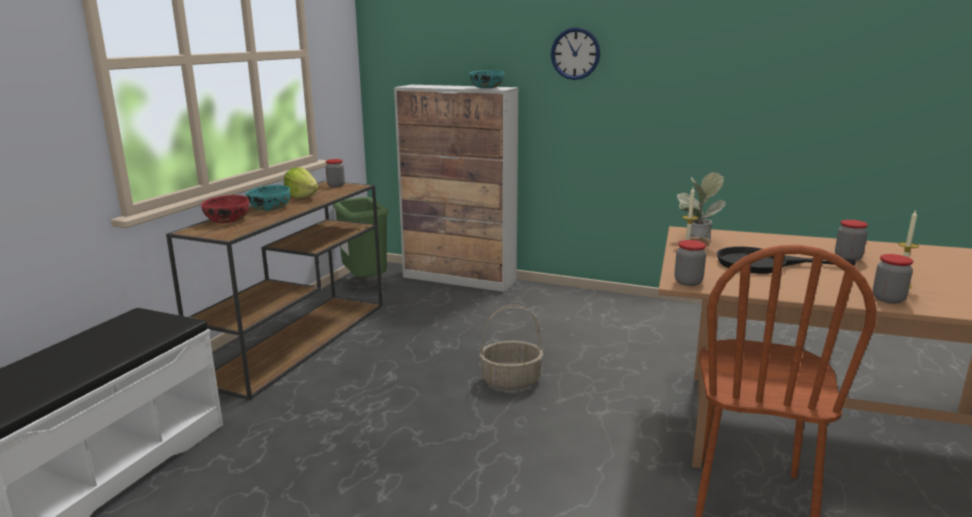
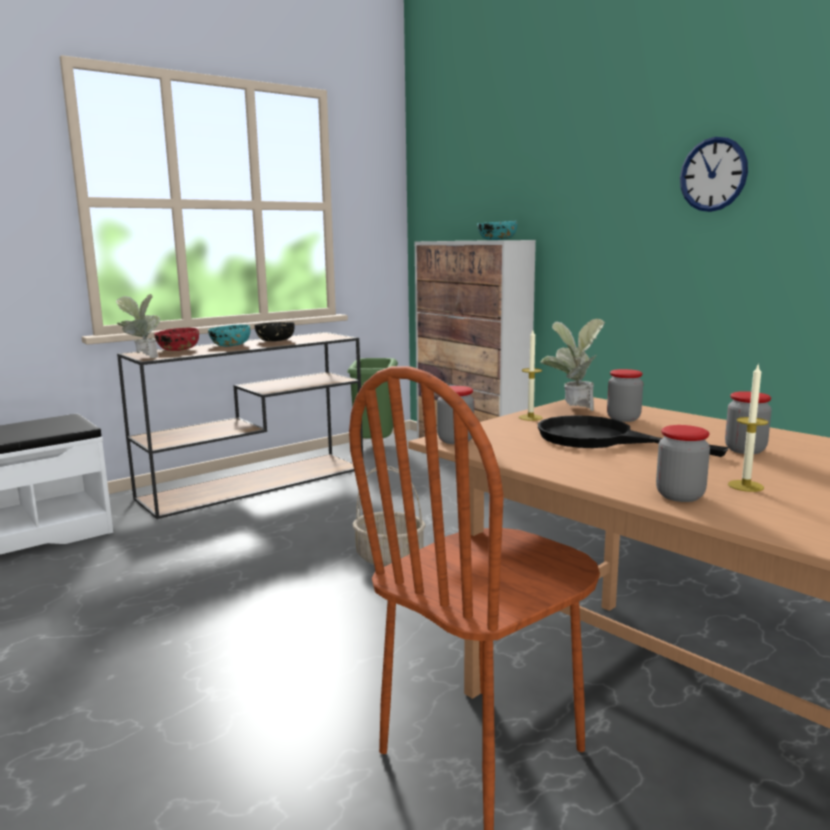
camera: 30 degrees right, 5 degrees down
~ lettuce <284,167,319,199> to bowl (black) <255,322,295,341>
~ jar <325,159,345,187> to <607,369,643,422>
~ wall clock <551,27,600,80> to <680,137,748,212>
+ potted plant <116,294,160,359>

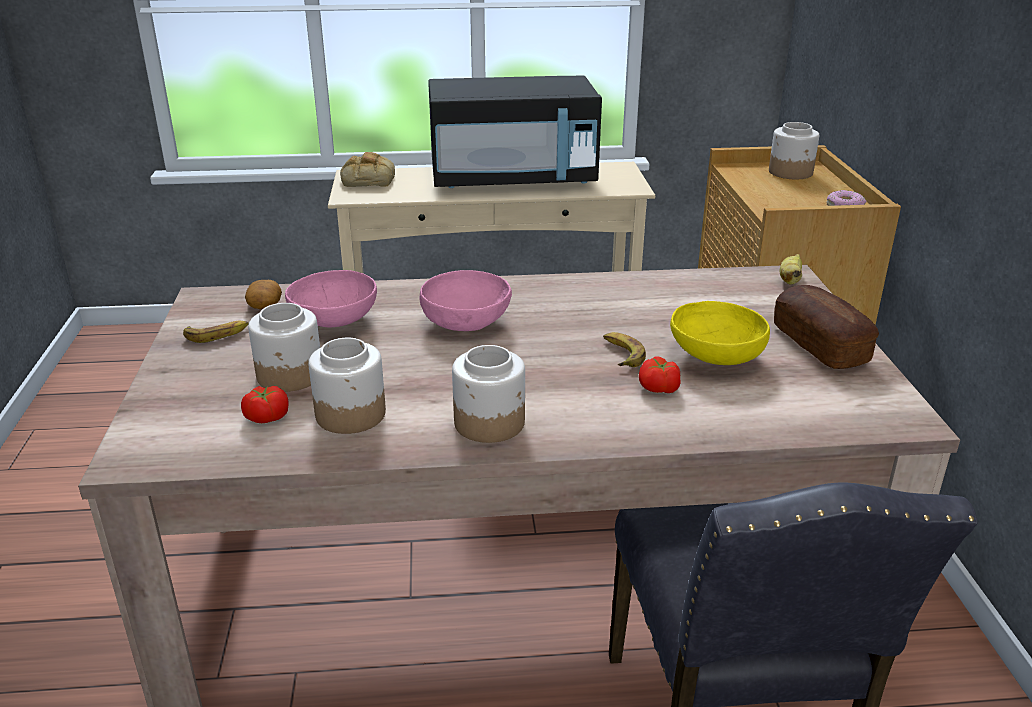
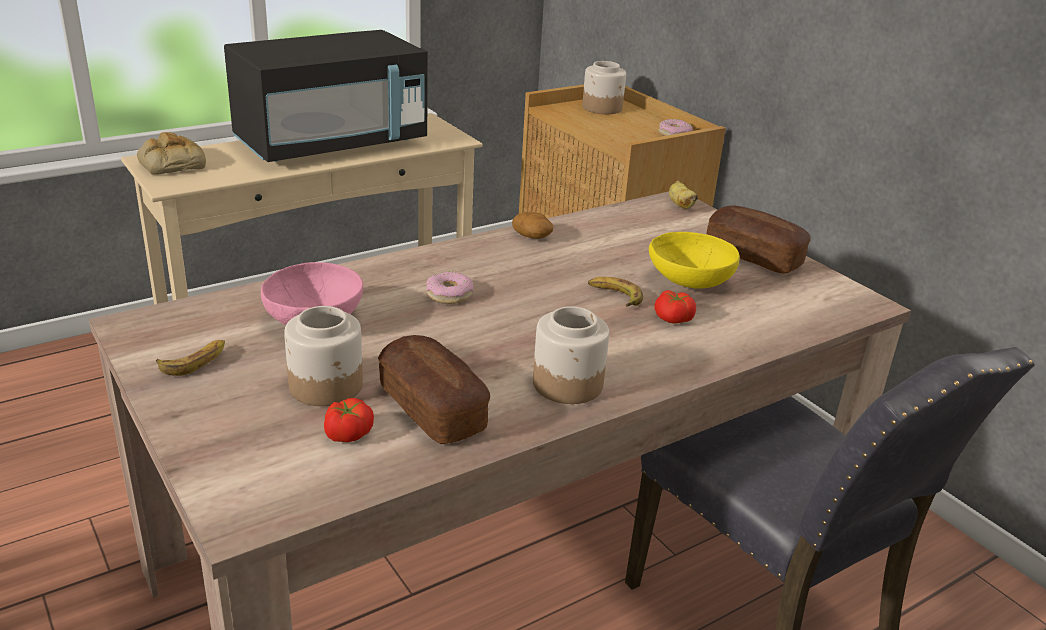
camera: 30 degrees left, 0 degrees up
~ potato <245,280,282,309> to <512,211,553,239>
~ jar <309,338,386,434> to bread <378,335,490,444>
~ bowl (pink) <420,270,512,331> to donut <426,271,473,304>

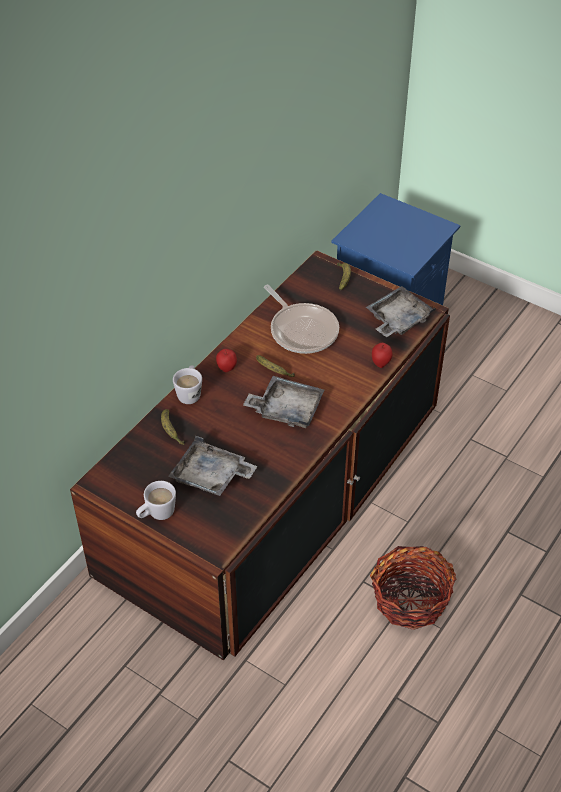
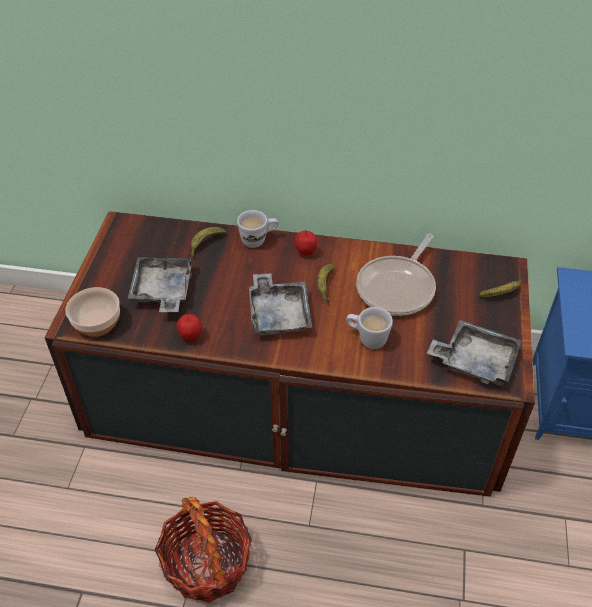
camera: 65 degrees right, 0 degrees up
~ mug (white) <136,481,176,520> to <346,307,393,349>
~ apple <372,343,392,368> to <176,314,202,341>
+ bowl <65,287,120,337>

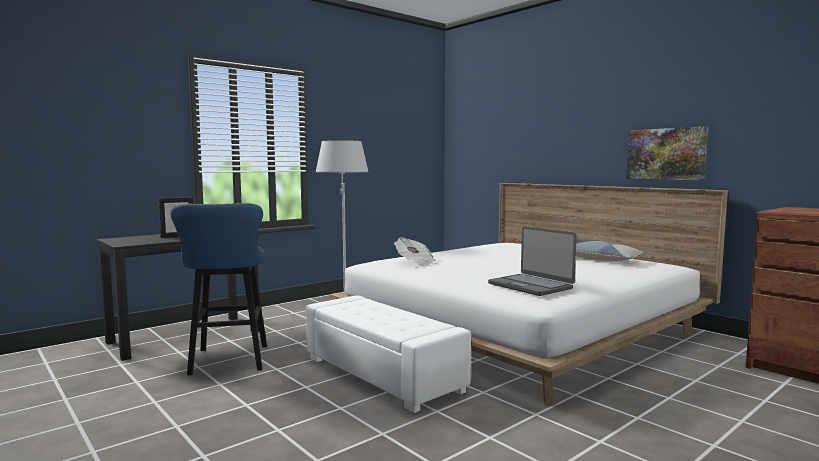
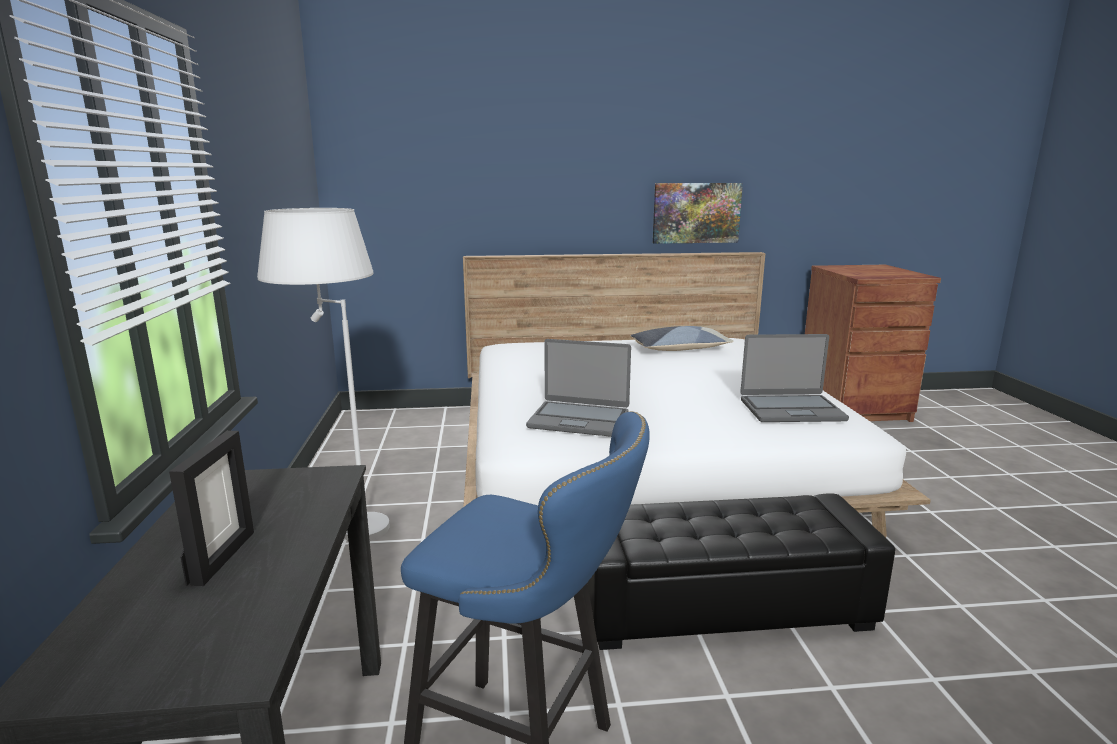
camera: 55 degrees left, 10 degrees up
~ ottoman (white) <306,296,471,413> to ottoman (black) <588,494,895,650>
~ newspaper <394,237,436,267> to laptop <526,339,631,437>

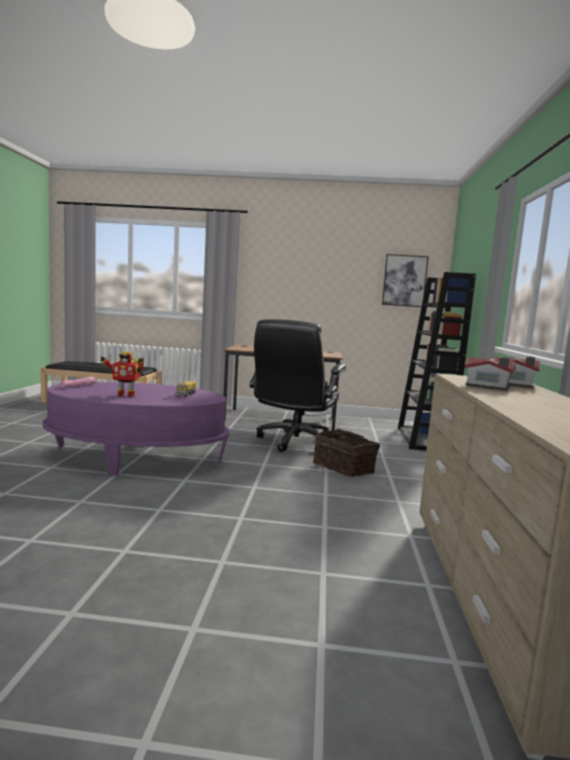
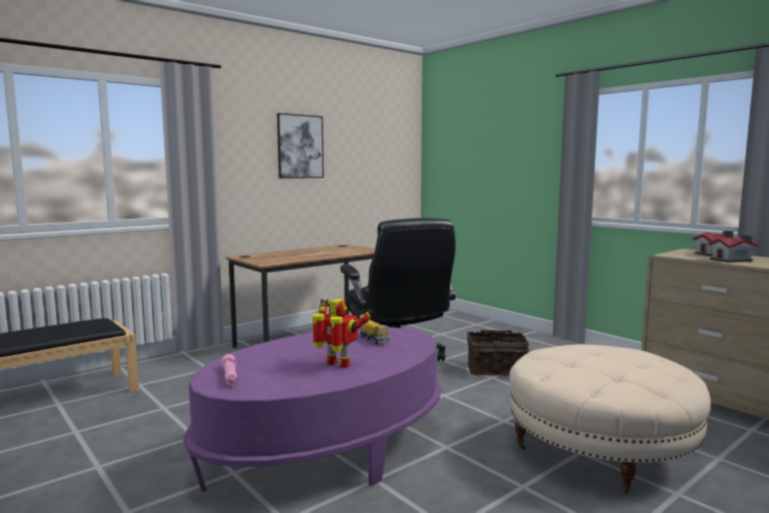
camera: 45 degrees left, 0 degrees up
~ toy robot <100,351,144,397> = <312,299,374,367> 105 degrees counterclockwise
~ picture <382,254,429,307> to <277,113,324,178>
- bookcase (black) <398,272,476,450>
+ ottoman (beige) <509,344,711,495>

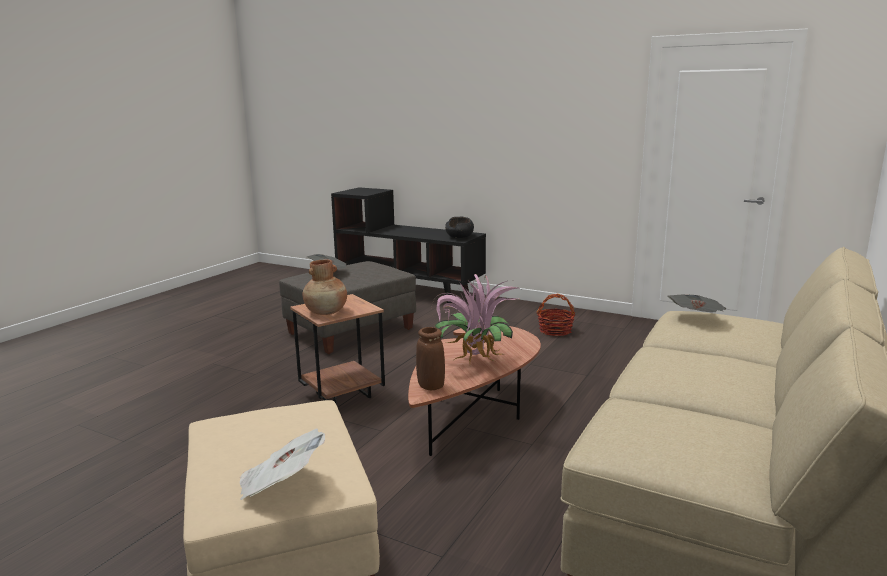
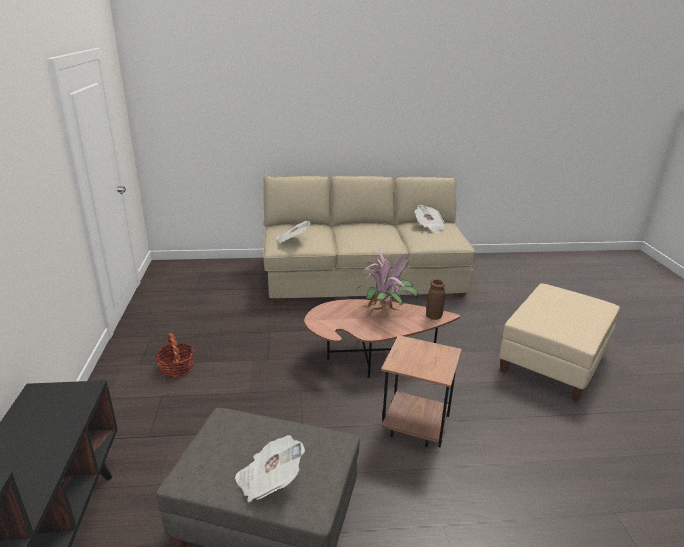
camera: 125 degrees left, 10 degrees up
~ newspaper <240,428,325,500> to <414,205,446,233>
- vase (brown) <302,260,347,315>
- bowl (black) <445,217,474,238>

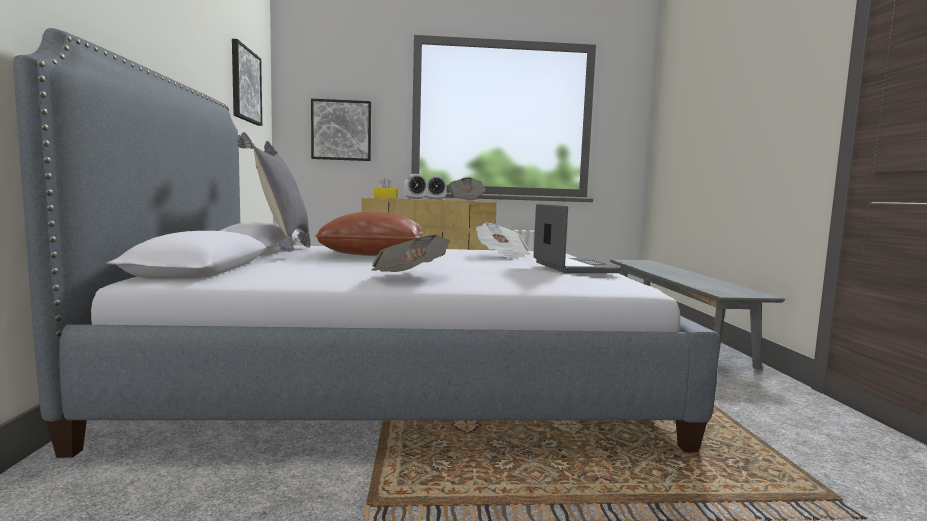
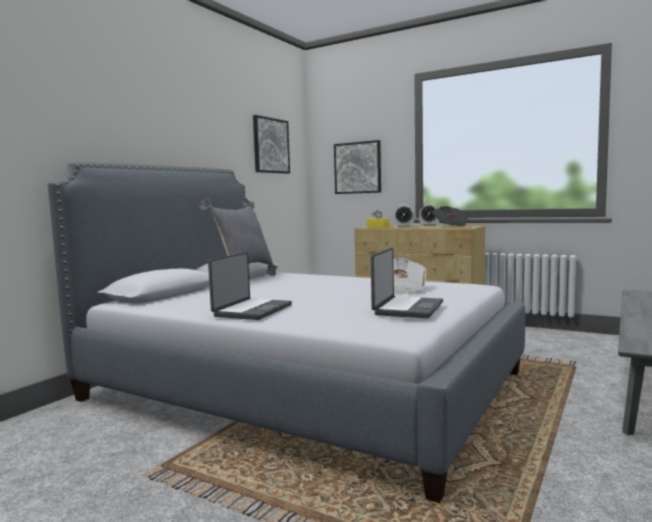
camera: 35 degrees right, 0 degrees up
- pillow (brown) <315,211,423,256>
~ newspaper <371,235,450,272> to laptop <208,252,292,320>

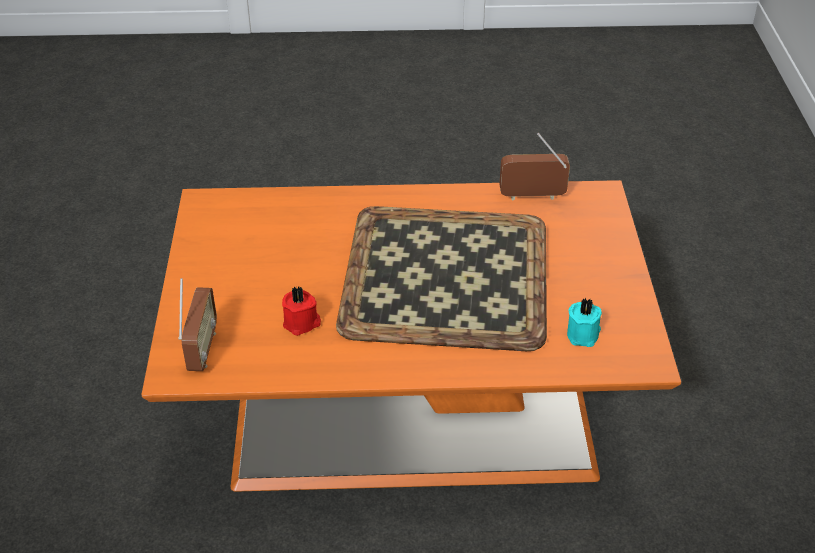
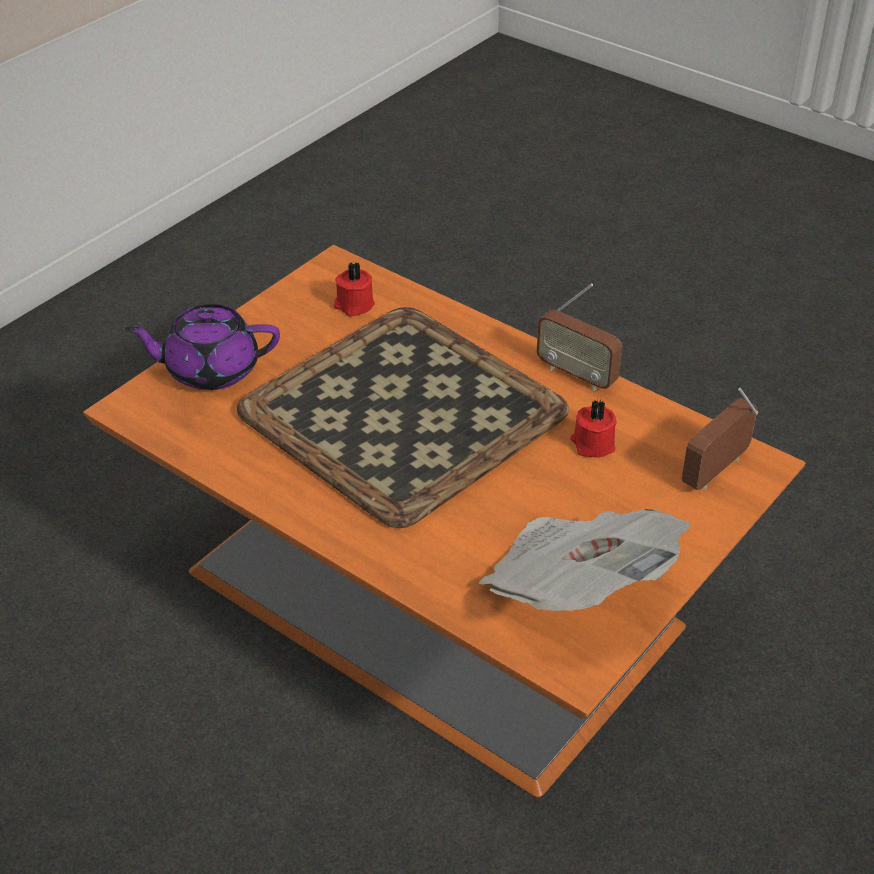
camera: 140 degrees left, 0 degrees up
~ radio <499,133,570,200> to <537,283,622,391>
~ candle (turquoise) <567,298,602,347> to candle (red) <333,261,375,316>
+ teapot (purple) <125,304,280,390>
+ newspaper <479,509,691,611>

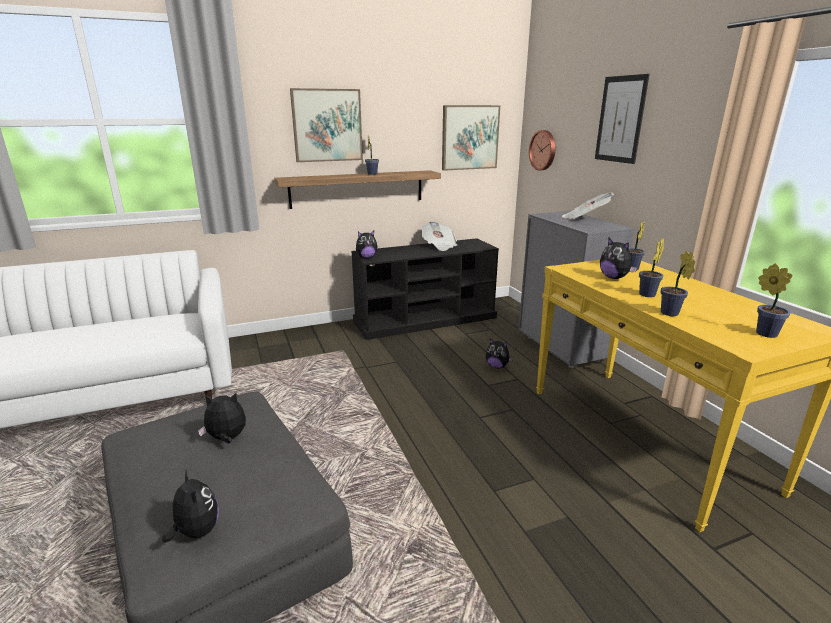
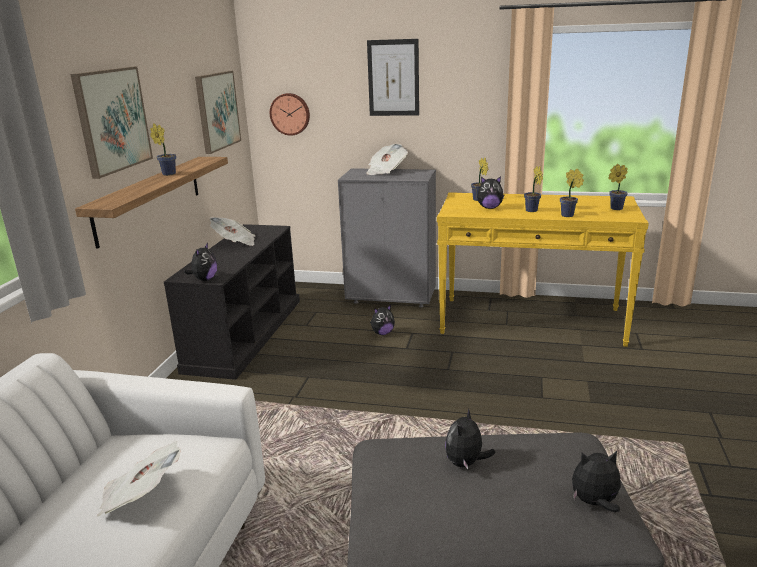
camera: 55 degrees left, 0 degrees up
+ newspaper <97,441,181,517>

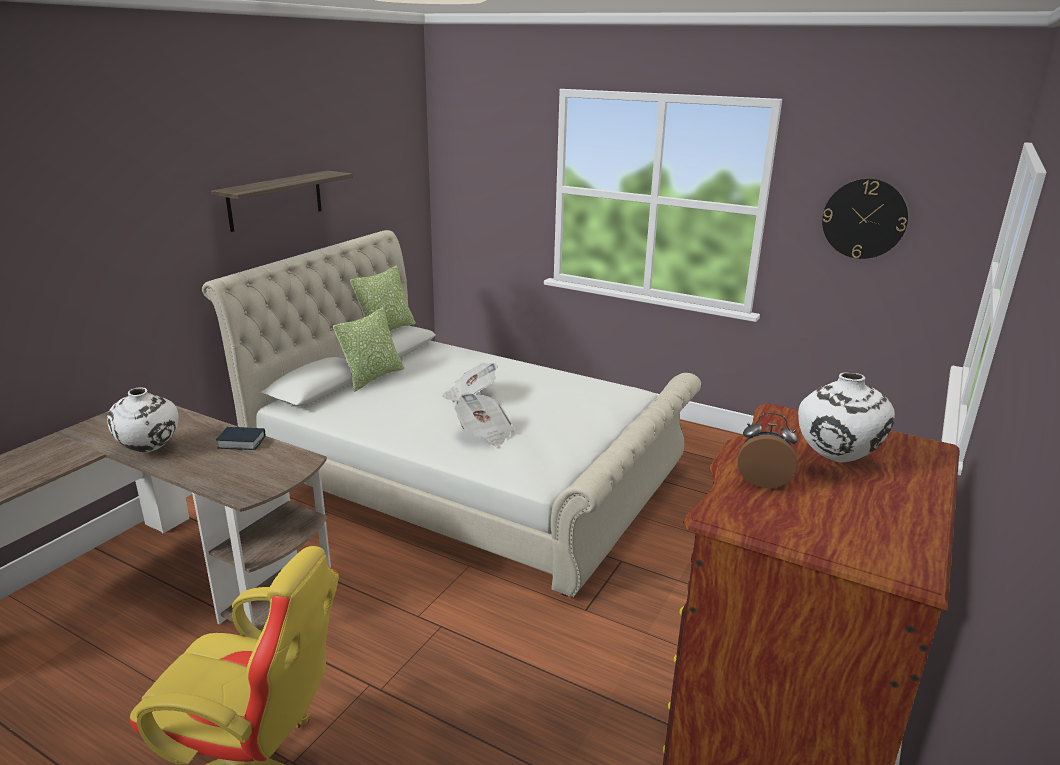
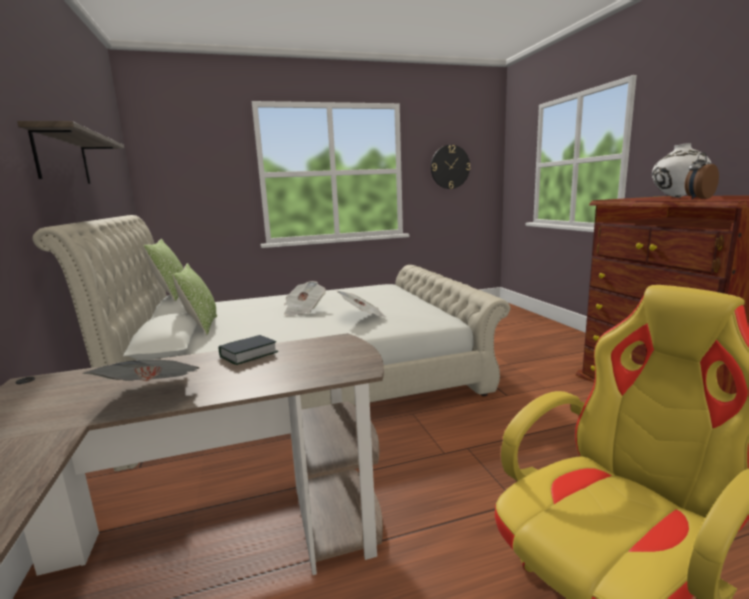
camera: 45 degrees left, 10 degrees down
~ vase (white) <107,387,179,452> to newspaper <82,360,199,381>

